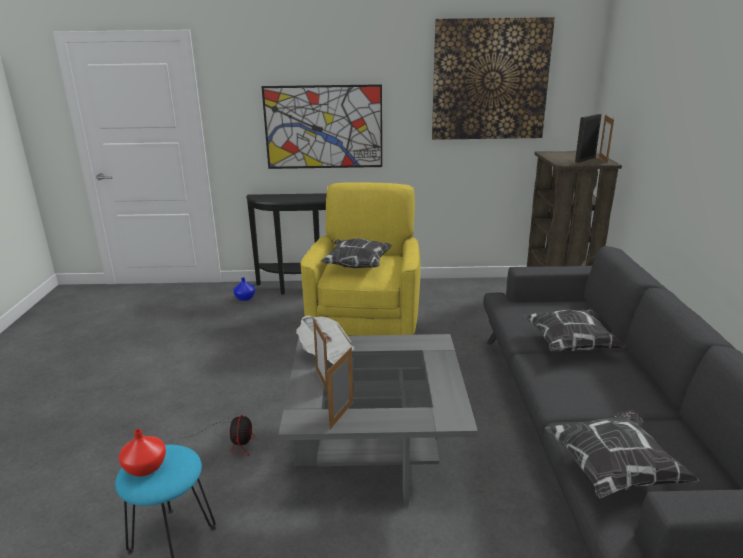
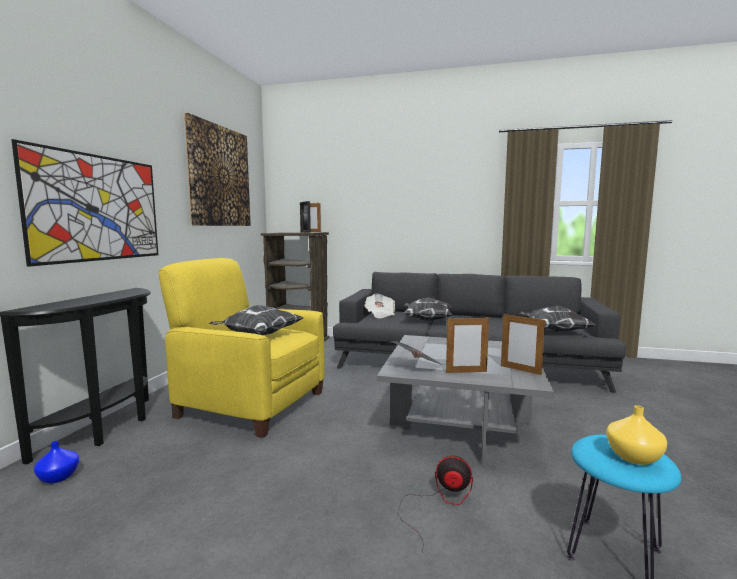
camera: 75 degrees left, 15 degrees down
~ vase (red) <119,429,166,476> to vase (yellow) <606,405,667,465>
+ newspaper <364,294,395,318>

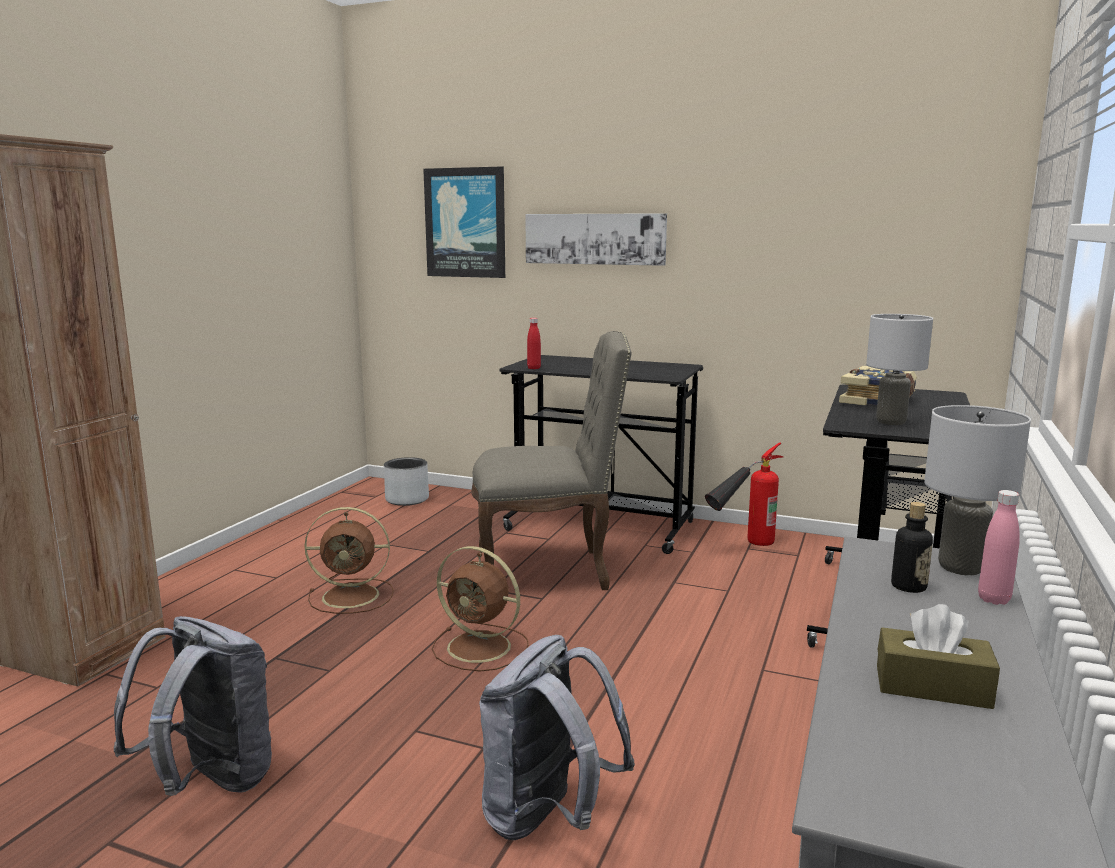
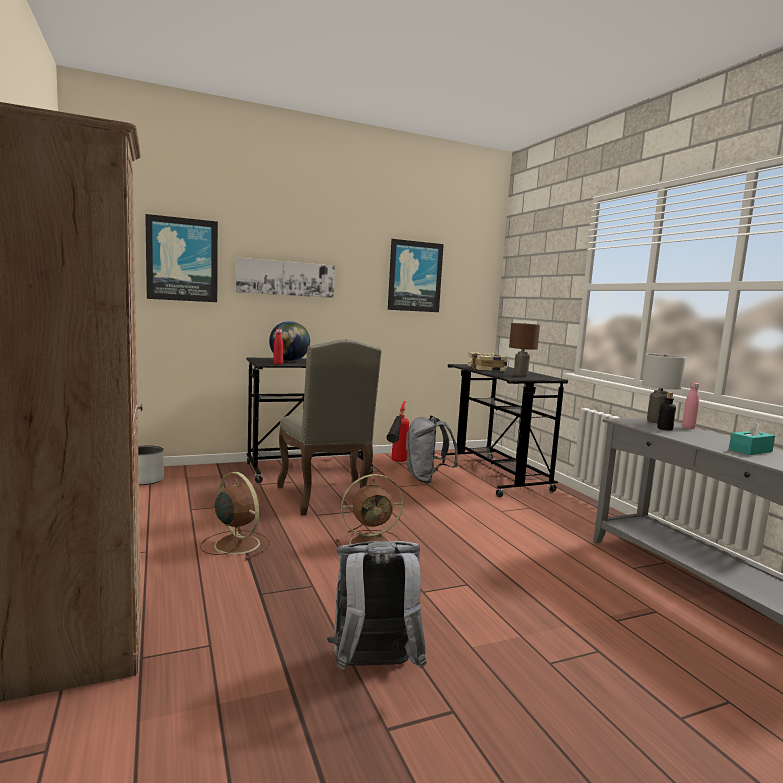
camera: 45 degrees left, 5 degrees down
~ fan (brown) <305,507,394,614> = <200,472,270,560> 90 degrees counterclockwise
~ chair (grey) <471,331,631,590> = <277,339,382,515> 120 degrees clockwise
~ backpack (grey) <479,635,635,840> to <406,416,458,483>
~ table lamp (white) <866,314,933,425> to table lamp (brown) <509,323,540,377>
~ tissue box (brown) <877,604,1000,709> to tissue box (turquoise) <729,417,775,455>
+ globe <269,321,310,361>
+ picture <388,239,444,312>

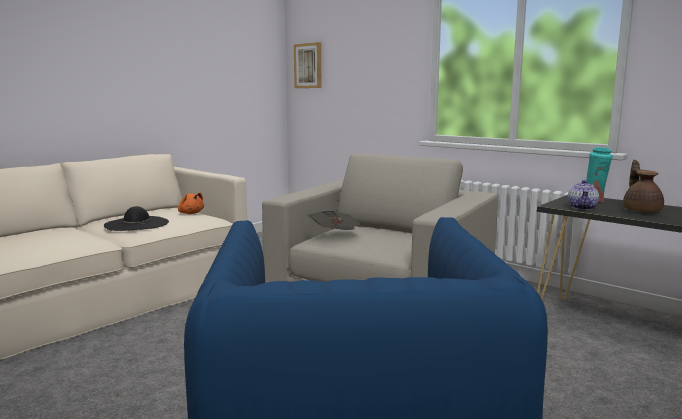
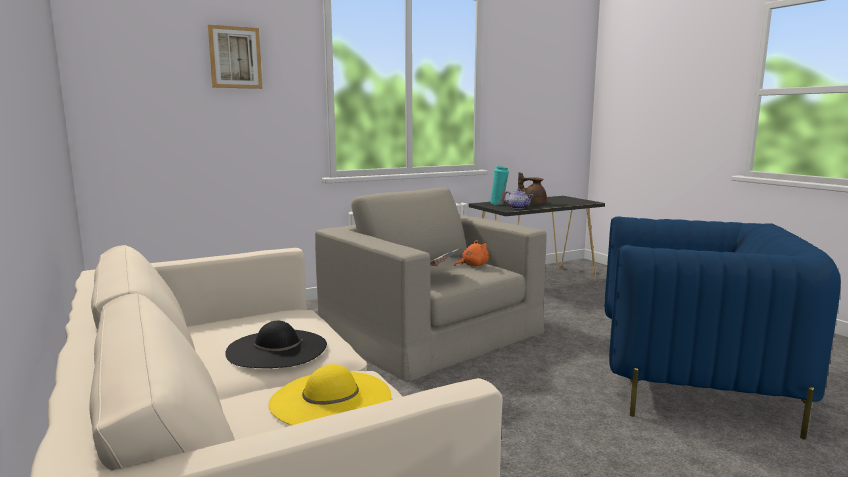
camera: 70 degrees left, 0 degrees up
~ plush toy (orange) <178,192,204,214> to <454,240,489,266>
~ picture <294,42,321,88> to <208,25,262,89>
+ hat (yellow) <268,364,391,425>

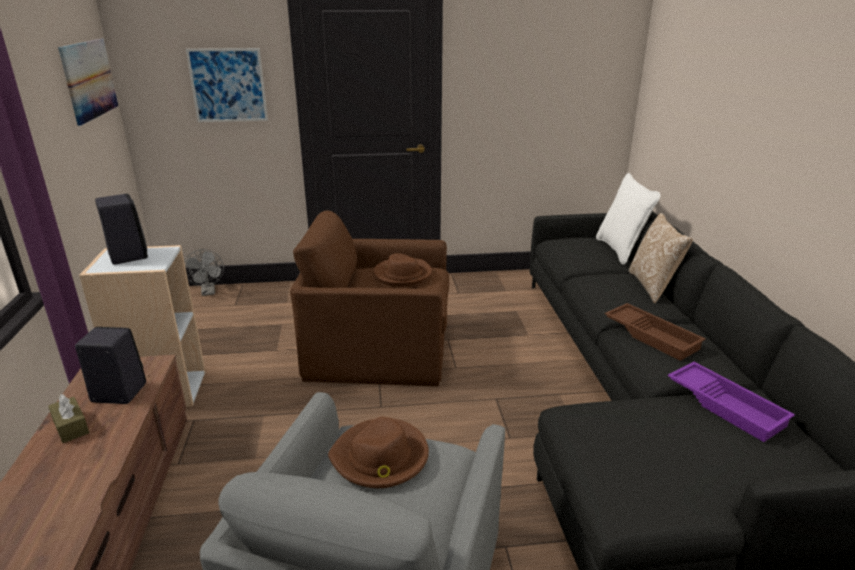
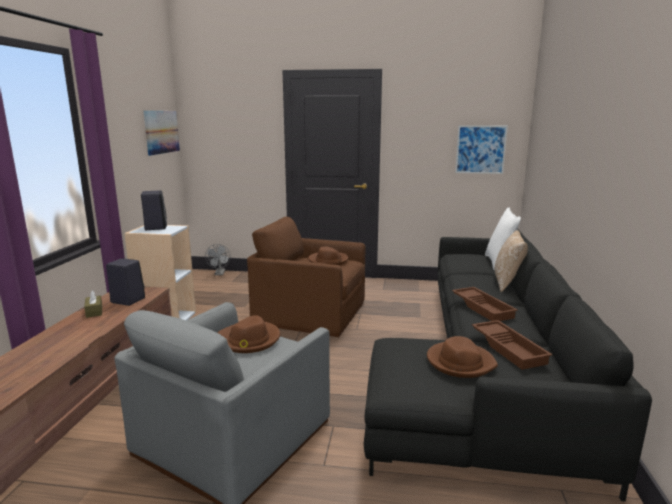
camera: 15 degrees right, 10 degrees down
~ picture <186,48,268,122> to <455,125,508,174>
~ tray (purple) <668,362,795,442> to tray (brown) <472,320,553,370>
+ hat (brown) <427,336,498,378>

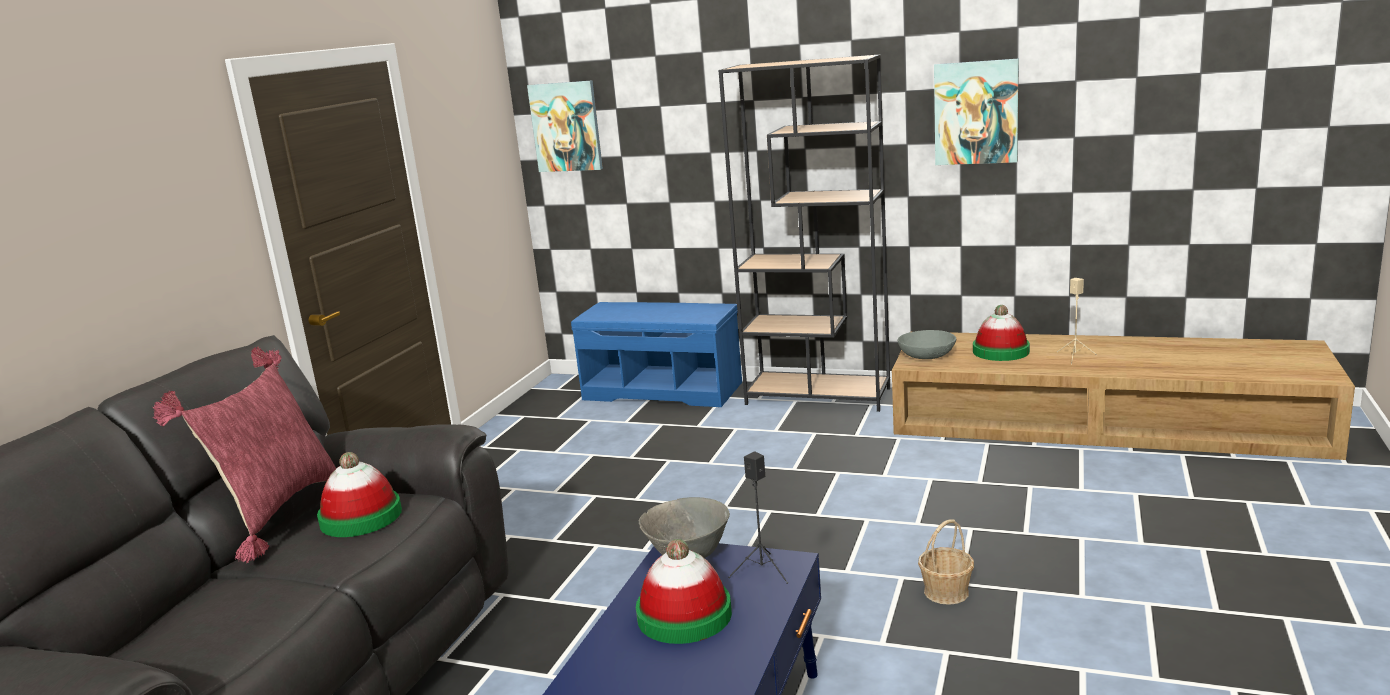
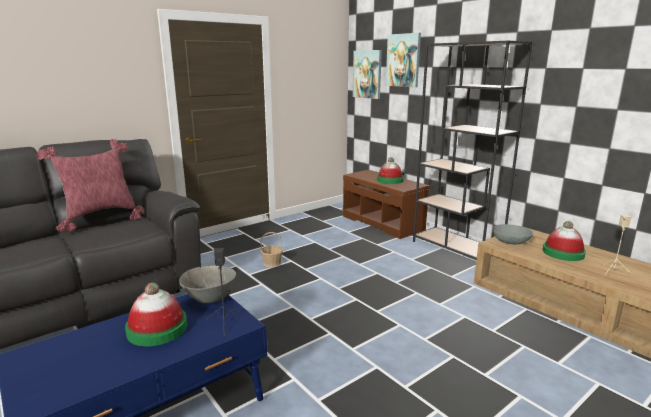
camera: 30 degrees right, 0 degrees up
~ hat <317,452,402,537> to <377,157,404,184>
~ bench (blue) <571,302,742,407> to bench (brown) <343,170,429,239>
~ basket <918,519,974,605> to <260,232,283,267>
~ picture <934,58,1019,165> to <386,33,421,87>

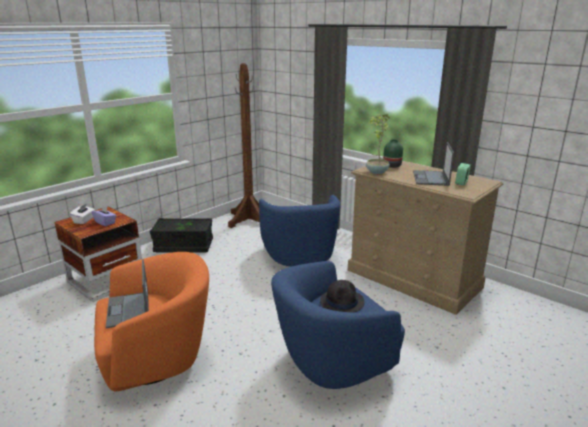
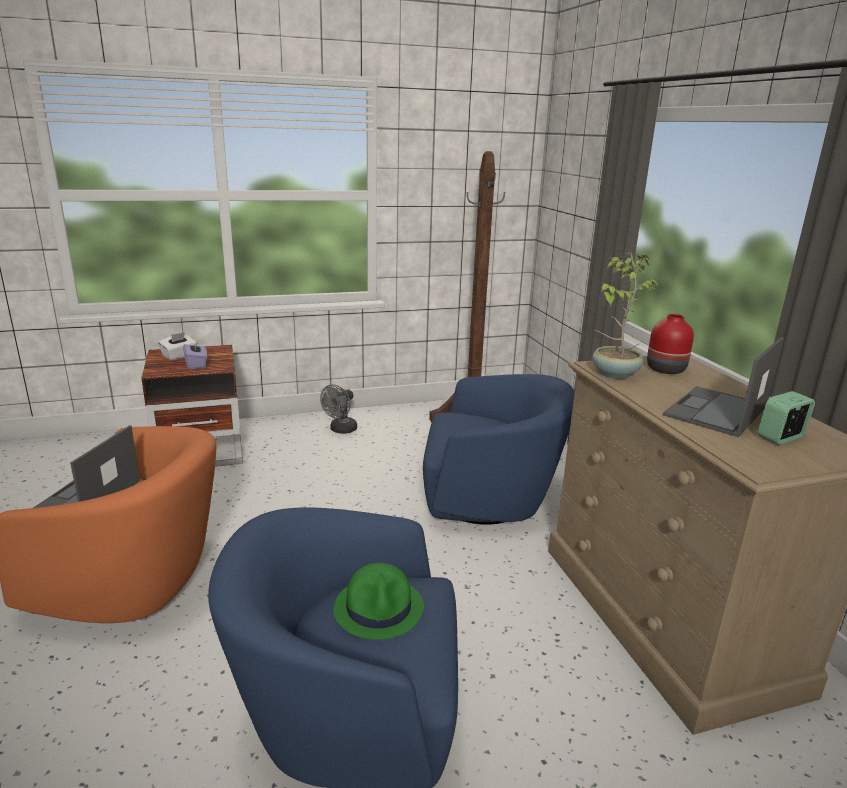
camera: 30 degrees right, 0 degrees up
~ storage box (black) <150,218,213,253> to fan (grey) <320,384,357,434>
~ armchair (blue) <259,195,341,266> = <423,374,575,525> 105 degrees counterclockwise
~ hat (black) <320,280,364,312> to hat (green) <333,563,424,640>
~ vase (green) <383,139,403,168> to vase (red) <647,314,694,374>

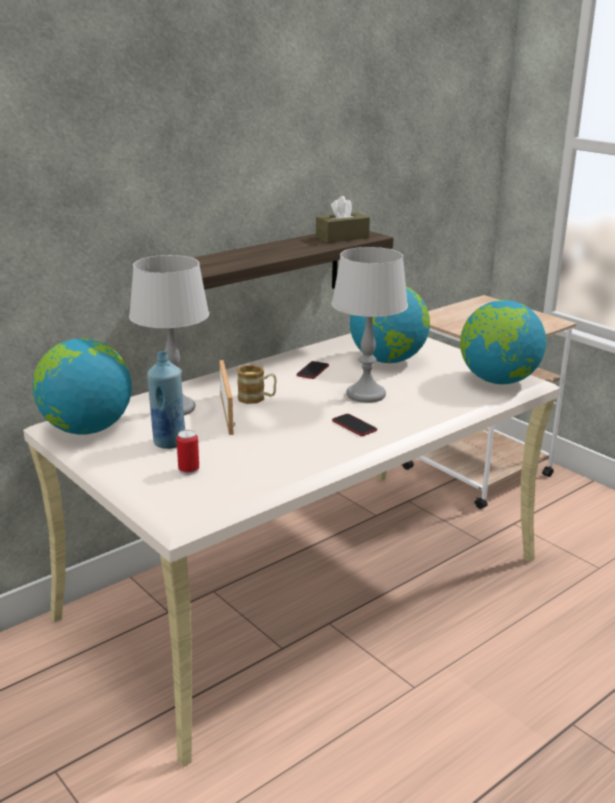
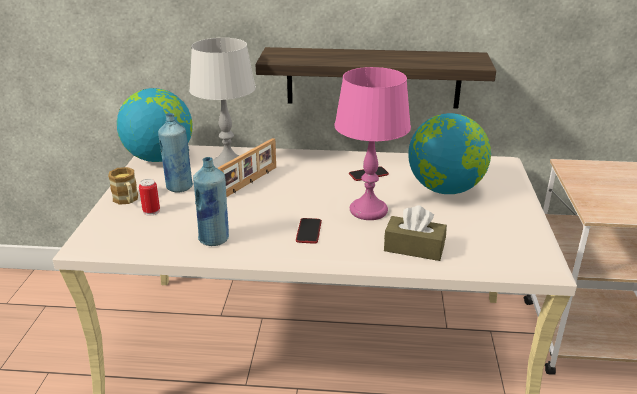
camera: 45 degrees right, 5 degrees up
~ mug <237,365,277,404> to <108,167,138,205>
~ tissue box (brown) <316,196,370,243> to <384,205,447,261>
~ table lamp (grey) <332,247,408,403> to table lamp (pink) <334,67,411,220>
- globe <460,300,546,384>
+ bottle (blue) <193,157,229,246>

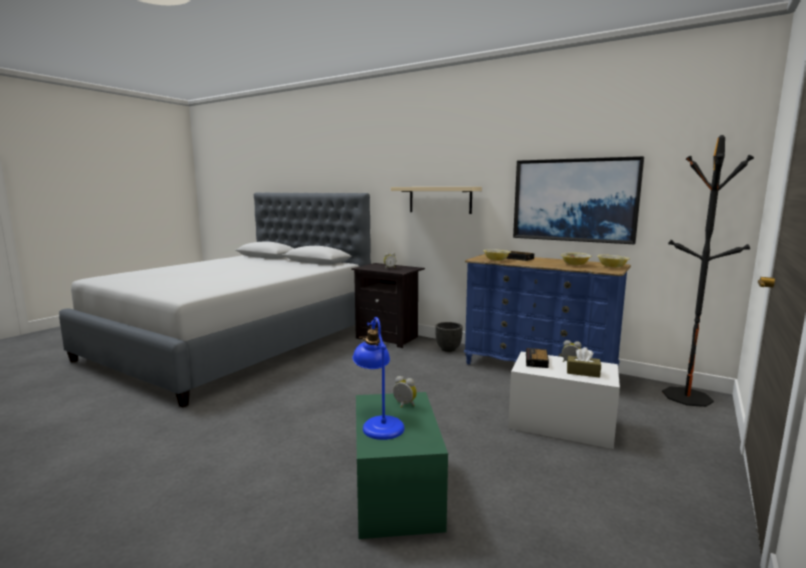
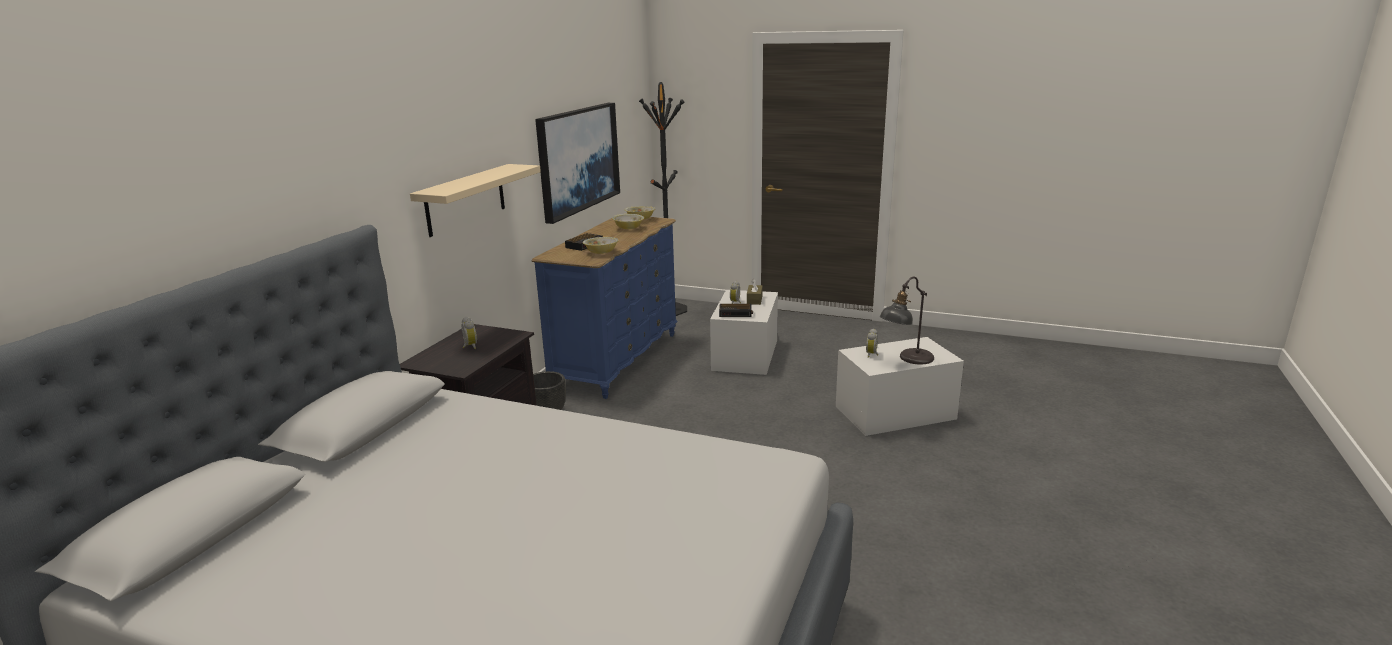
camera: 100 degrees left, 10 degrees up
~ table lamp (blue) <353,317,405,440> to table lamp (grey) <880,277,934,364>
~ storage box (green) <356,392,448,539> to storage box (white) <836,337,964,436>

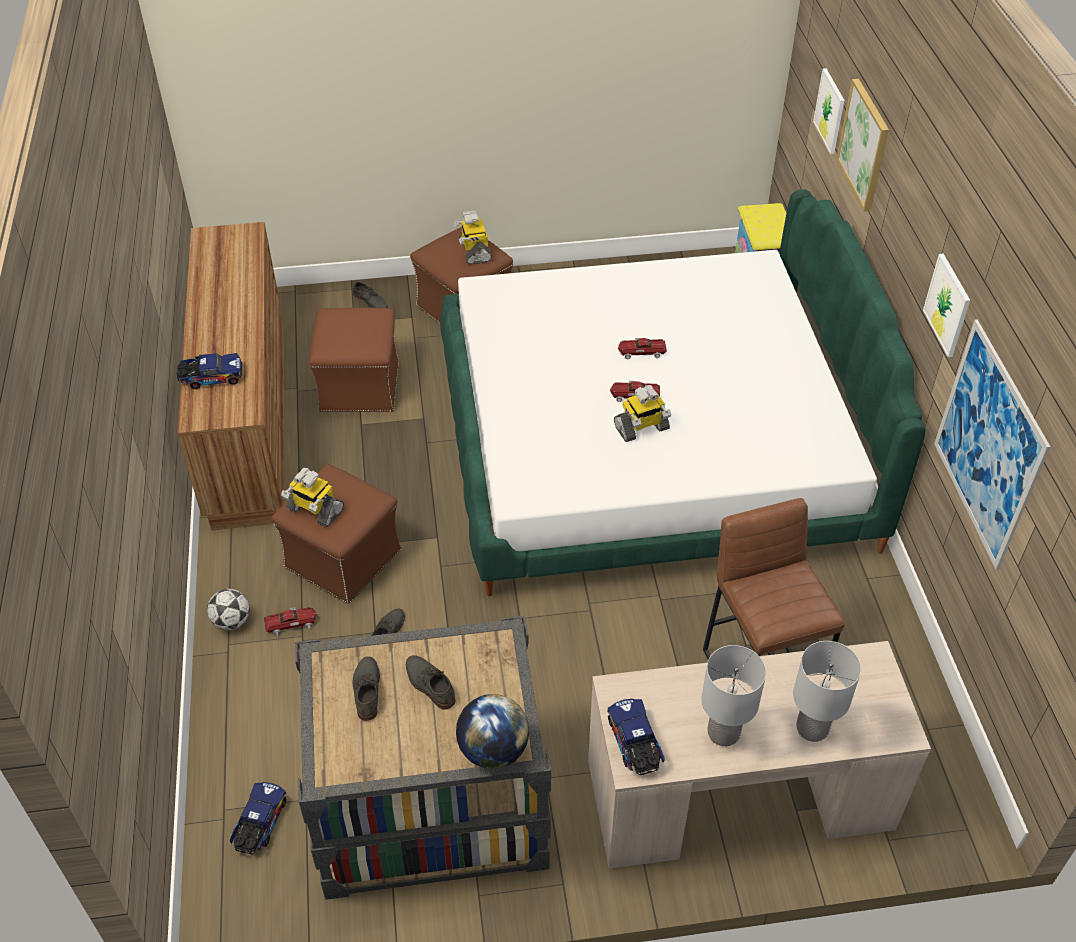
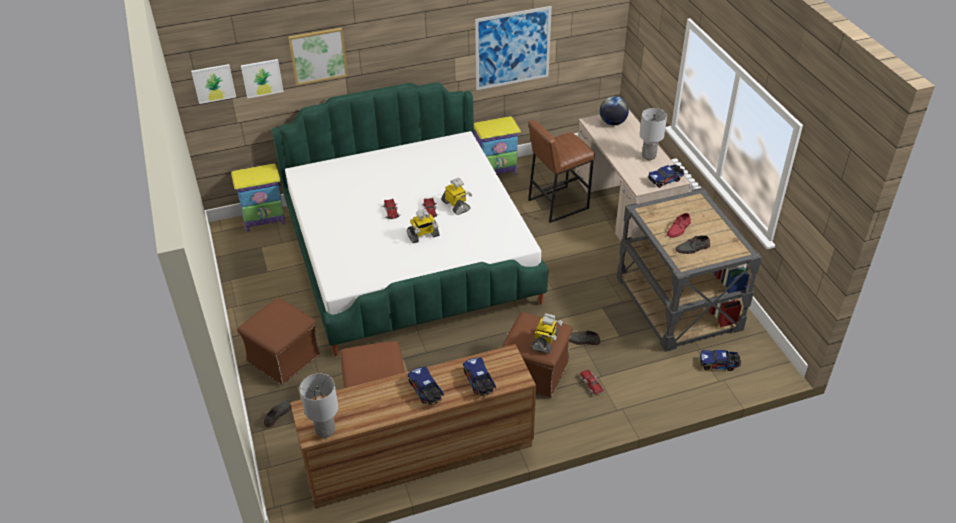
camera: 100 degrees left, 5 degrees down
- football <207,589,250,630>
~ shoe (grey) <406,655,455,710> to shoe (red) <667,213,691,238>
~ toy robot <454,210,492,265> to <407,209,440,243>
~ globe <456,694,529,769> to <600,96,629,126>
~ table lamp (grey) <793,641,861,742> to <300,373,338,438>
~ picture <923,254,970,357> to <191,64,236,104>
+ toy truck <408,366,444,405>
+ nightstand <474,116,521,175>

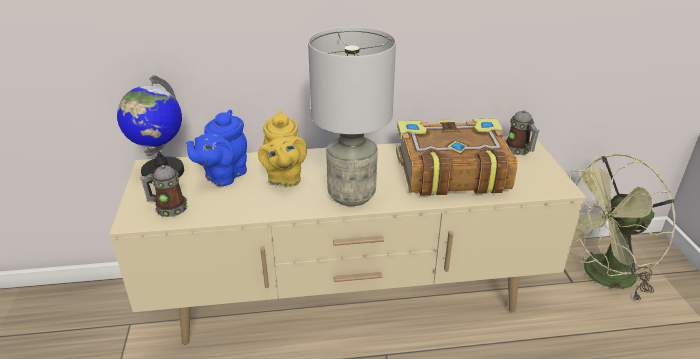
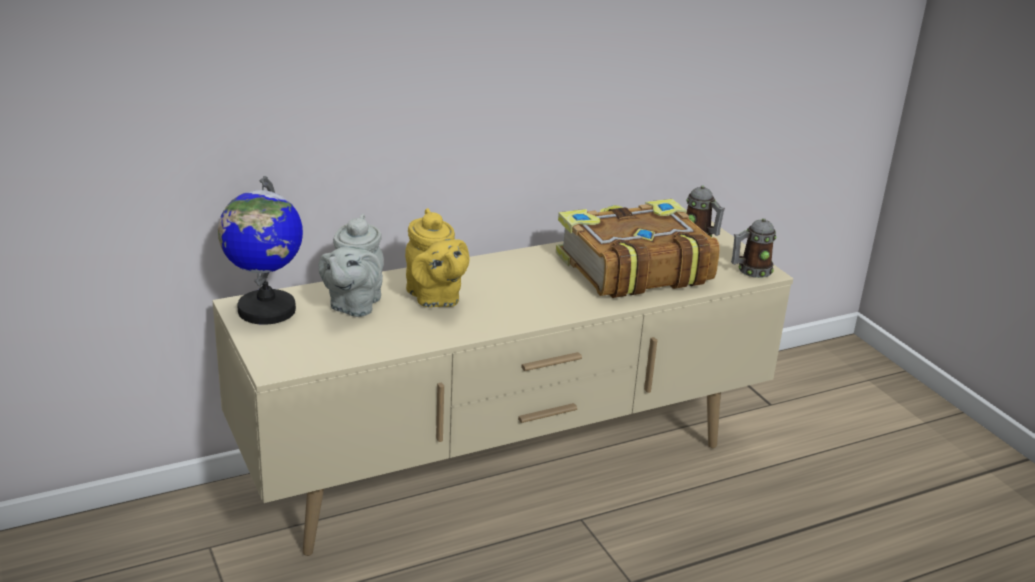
camera: 20 degrees left, 5 degrees down
~ mug <140,165,187,217> to <731,218,776,278>
~ teapot (blue) <186,110,247,186> to teapot (grey) <318,214,384,317>
- table lamp (grey) <308,27,396,206>
- fan (green) <569,154,675,303>

